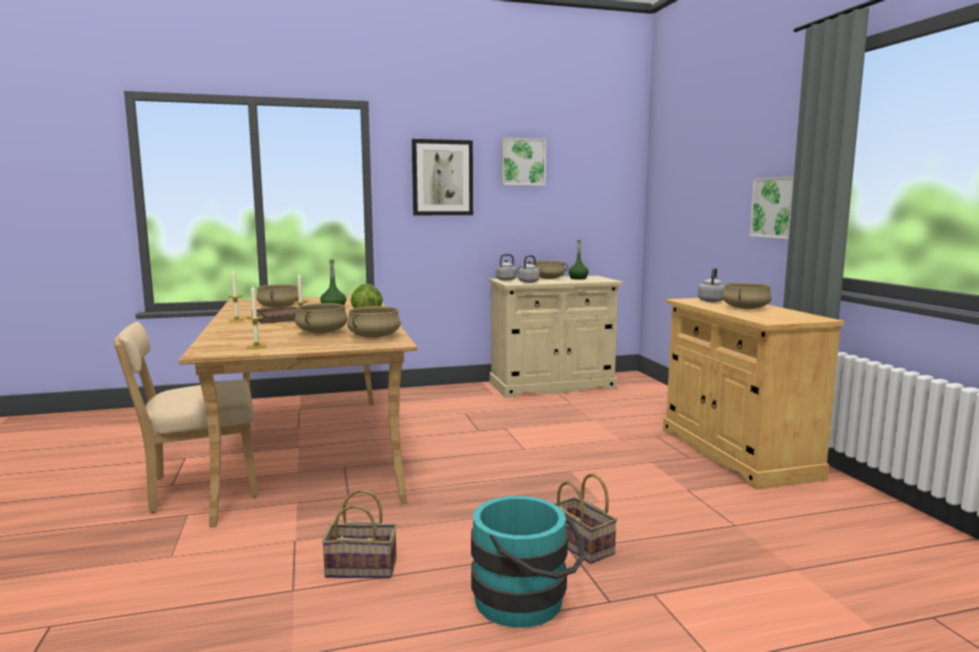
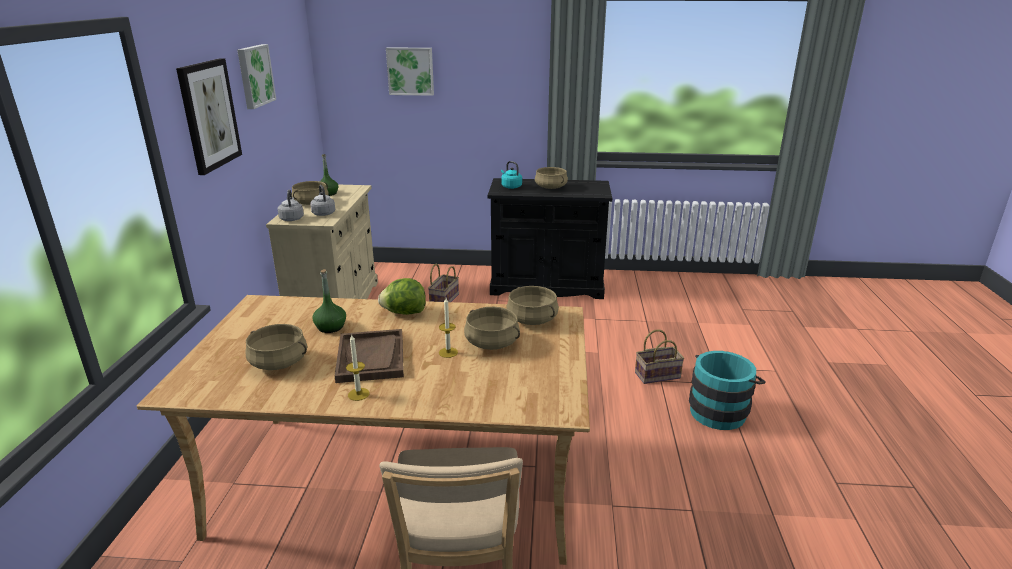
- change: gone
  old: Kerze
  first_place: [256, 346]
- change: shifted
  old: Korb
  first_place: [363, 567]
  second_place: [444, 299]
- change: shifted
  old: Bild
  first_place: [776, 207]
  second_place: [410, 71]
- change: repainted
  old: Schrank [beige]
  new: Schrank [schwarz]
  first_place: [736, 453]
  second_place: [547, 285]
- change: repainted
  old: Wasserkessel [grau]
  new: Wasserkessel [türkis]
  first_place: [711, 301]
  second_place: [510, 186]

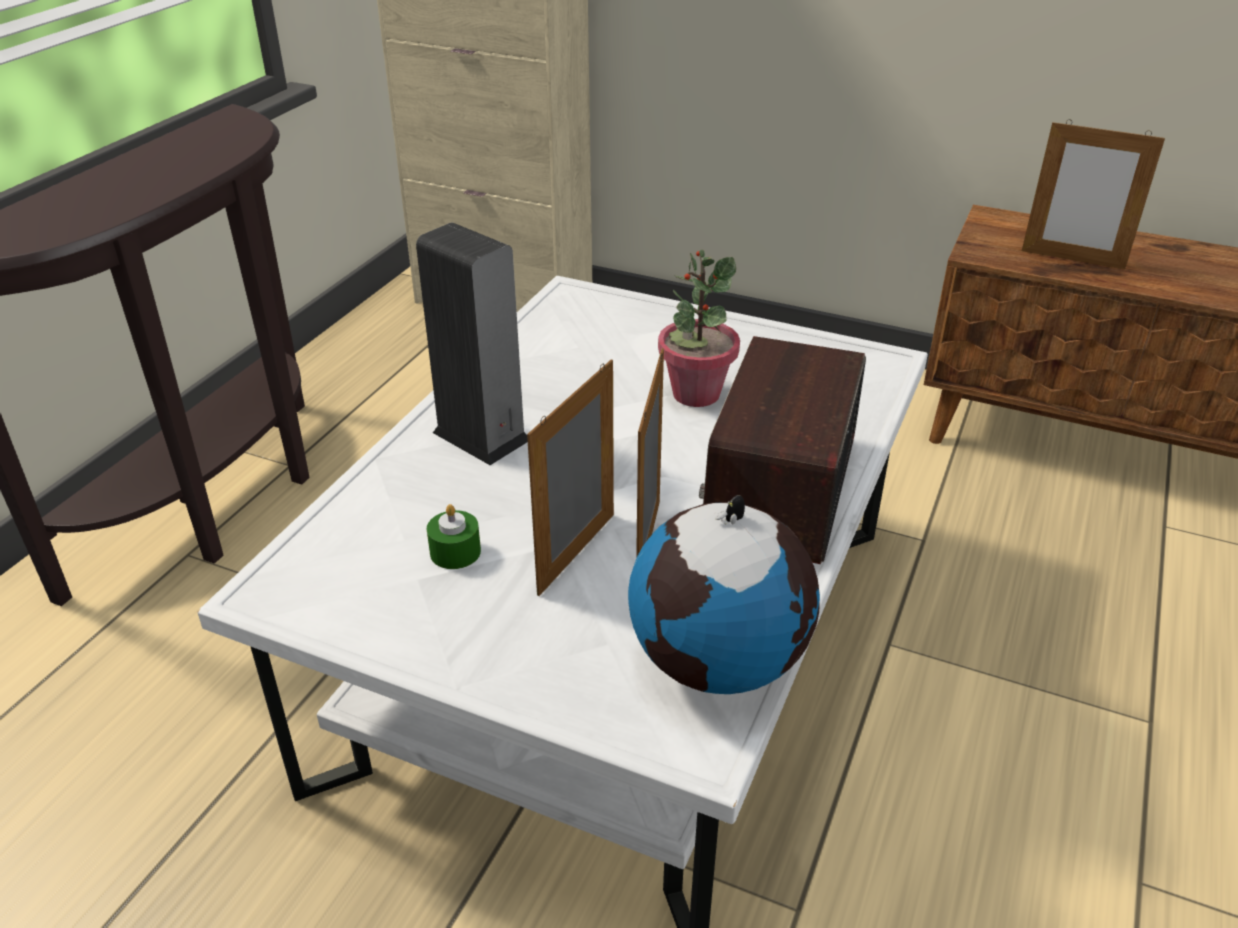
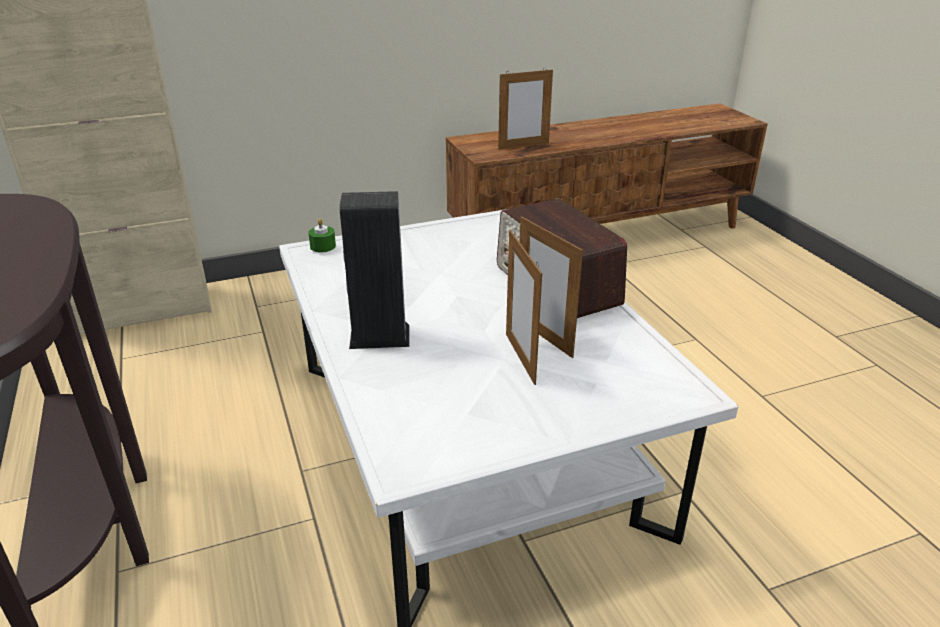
- change: gone
  old: Globus
  first_place: [720, 662]
- change: gone
  old: Topfpflanze
  first_place: [695, 393]
- change: shifted
  old: Kerze [grün]
  first_place: [455, 552]
  second_place: [323, 246]

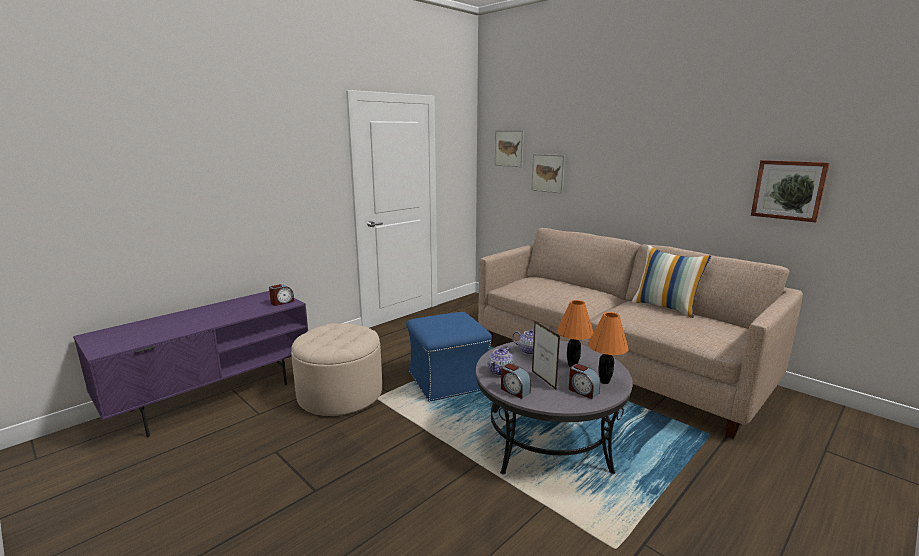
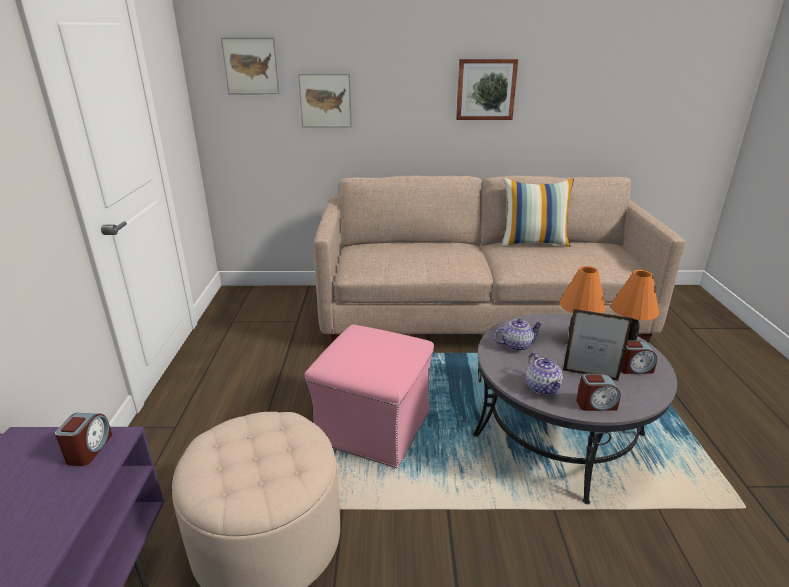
- change: shifted
  old: Bild
  first_place: [788, 190]
  second_place: [485, 89]
- change: repainted
  old: Polsterhocker [blau]
  new: Polsterhocker [rosa]
  first_place: [447, 381]
  second_place: [373, 427]

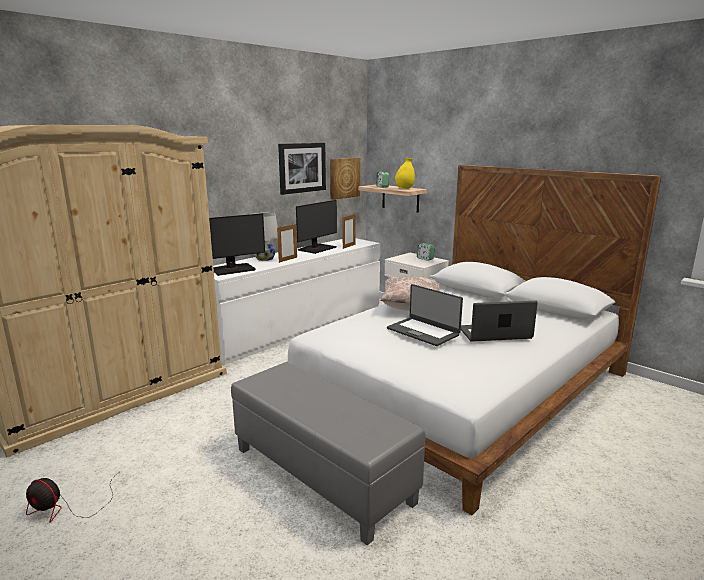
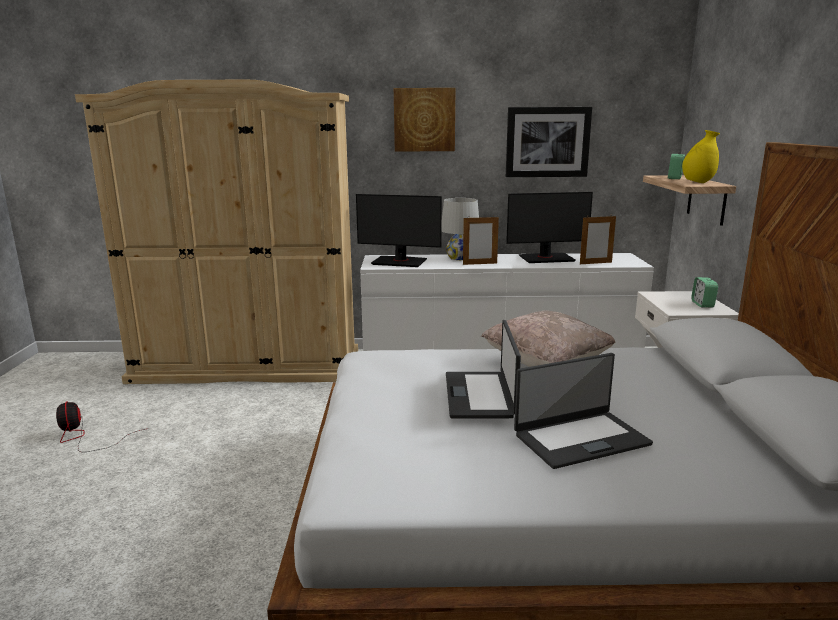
- change: gone
  old: Polsterhocker [grau]
  first_place: [322, 474]
- change: shifted
  old: Bild
  first_place: [344, 178]
  second_place: [424, 120]
- change: rotated
  old: Laptop
  first_place: [495, 334]
  second_place: [580, 439]
  degrees: 120

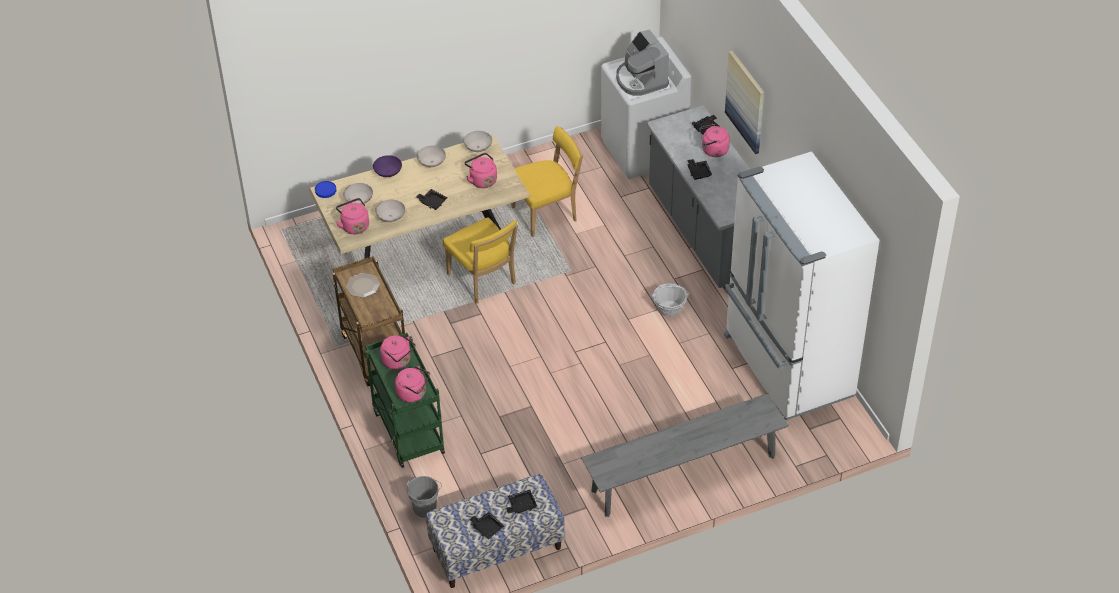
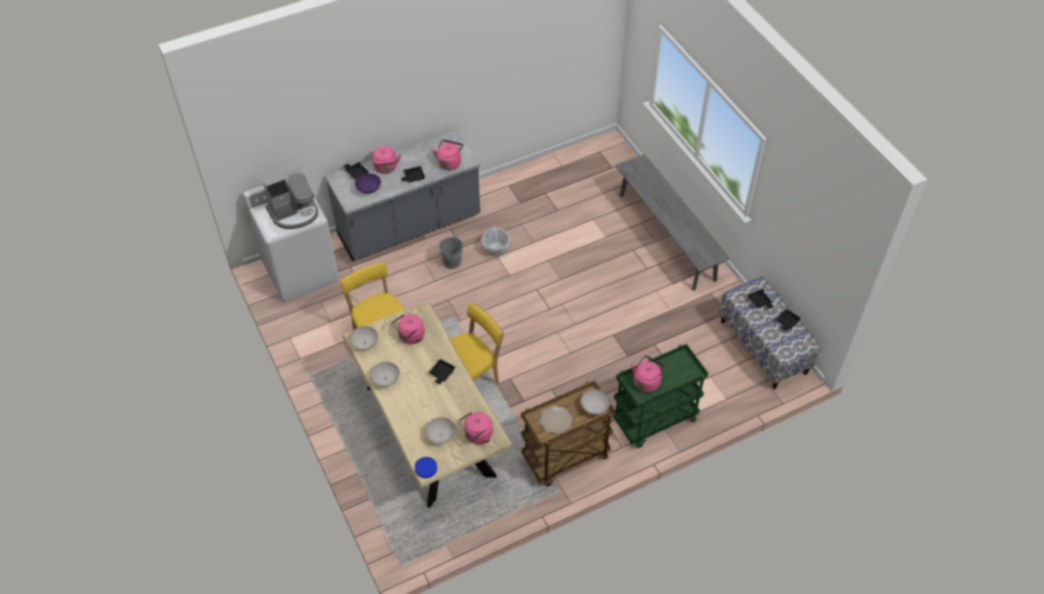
- change: gone
  old: Kühlschrank [weiß]
  first_place: [786, 367]
- change: gone
  old: Bild
  first_place: [746, 101]
- change: shifted
  old: Schüssel [lila]
  first_place: [387, 173]
  second_place: [369, 189]
- change: shifted
  old: Schüssel [weiß]
  first_place: [391, 218]
  second_place: [595, 407]
- change: shifted
  old: Wasserkessel [rosa]
  first_place: [413, 394]
  second_place: [449, 162]
- change: shifted
  old: Eimer [grau]
  first_place: [426, 506]
  second_place: [450, 262]

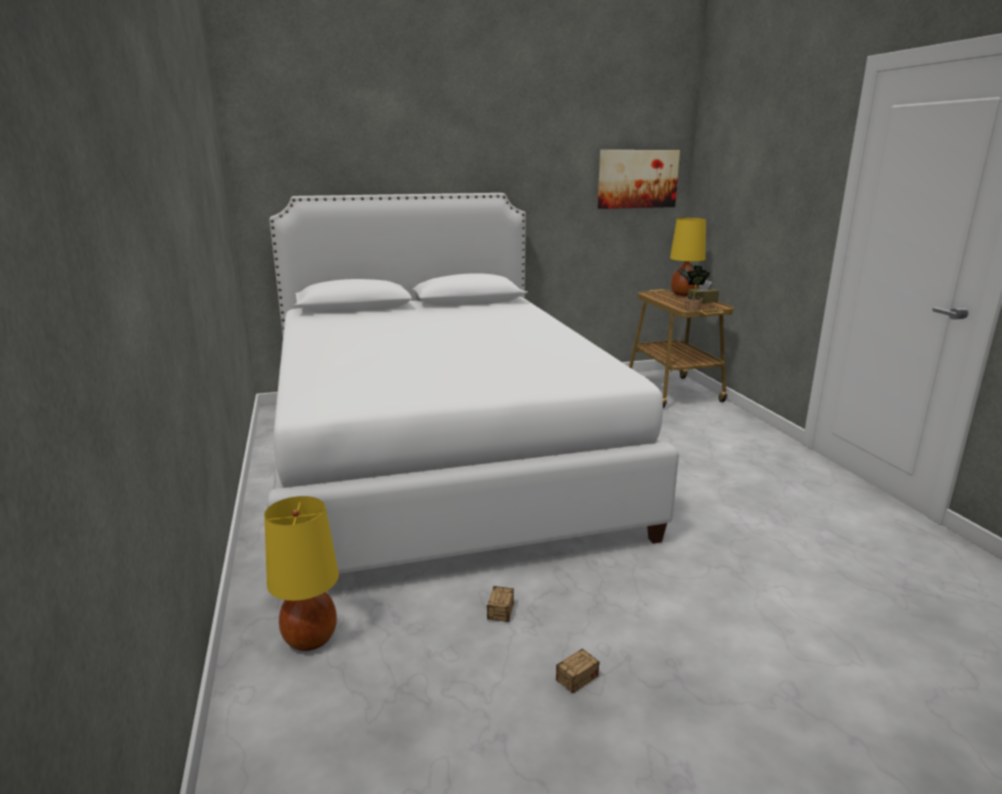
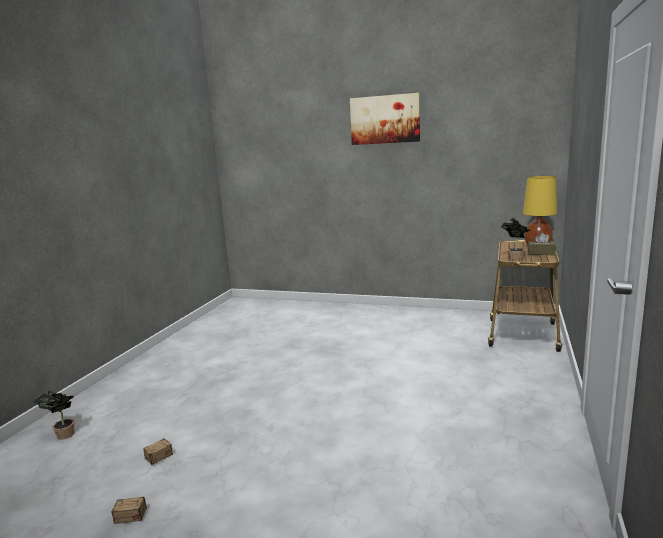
- change: gone
  old: Bett [weiß]
  first_place: [439, 459]
- change: shifted
  old: Bild
  first_place: [637, 179]
  second_place: [385, 119]
- change: swapped
  old: Tischlampe [gelb]
  new: Topfpflanze
  first_place: [309, 639]
  second_place: [63, 435]

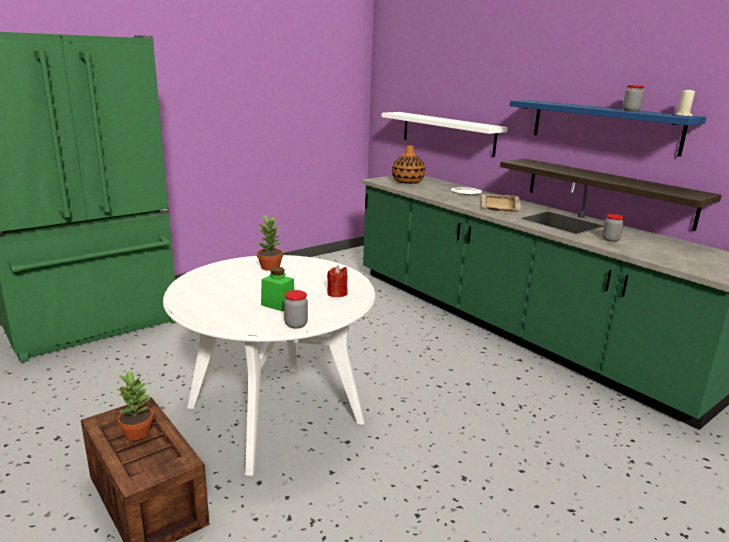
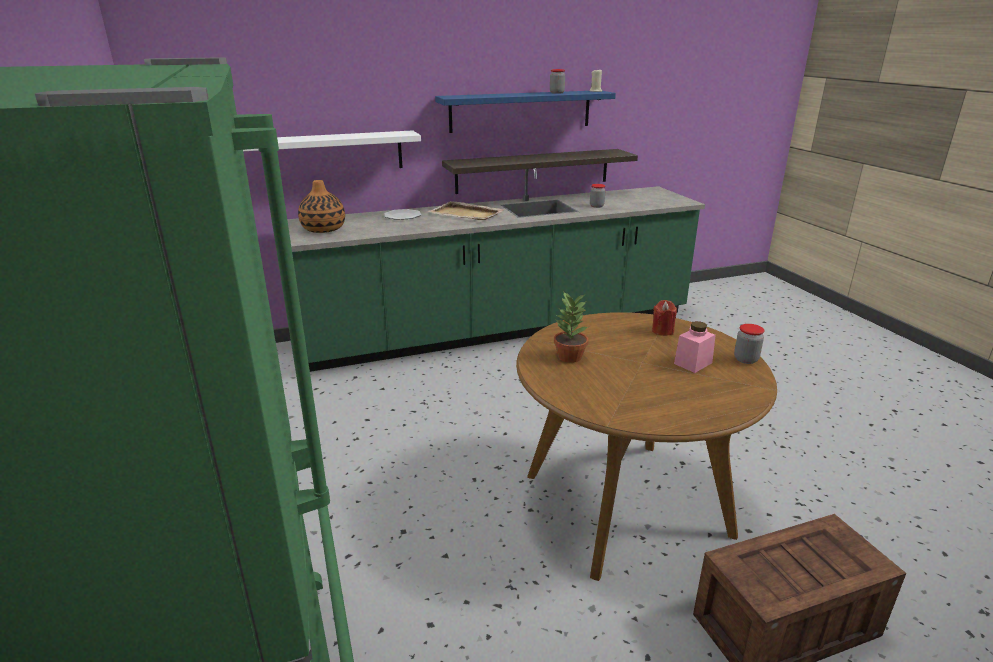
- change: gone
  old: Topfpflanze
  first_place: [137, 432]
- change: repainted
  old: Esstisch [weiß]
  new: Esstisch [braun]
  first_place: [275, 414]
  second_place: [626, 504]
- change: repainted
  old: Vorratsglas [grün]
  new: Vorratsglas [rosa]
  first_place: [278, 304]
  second_place: [693, 363]

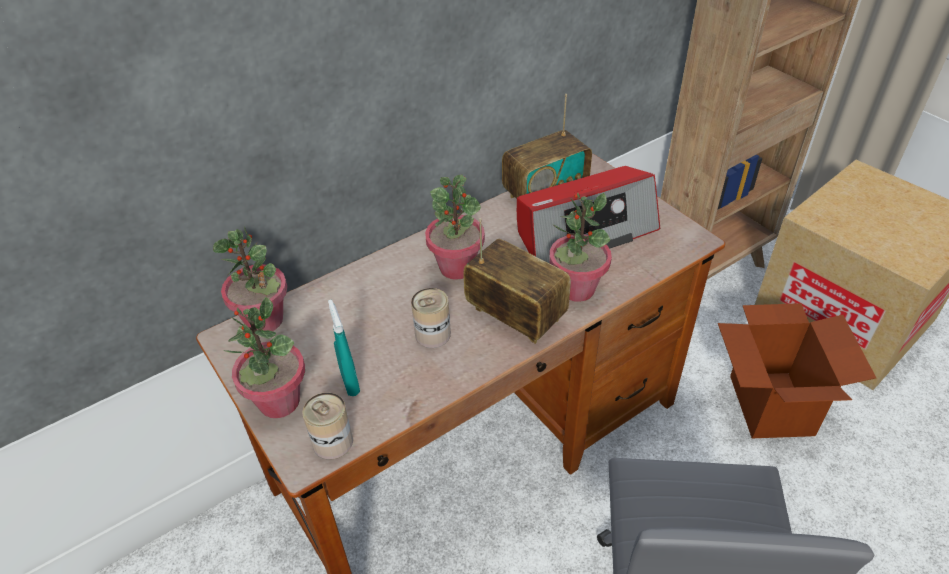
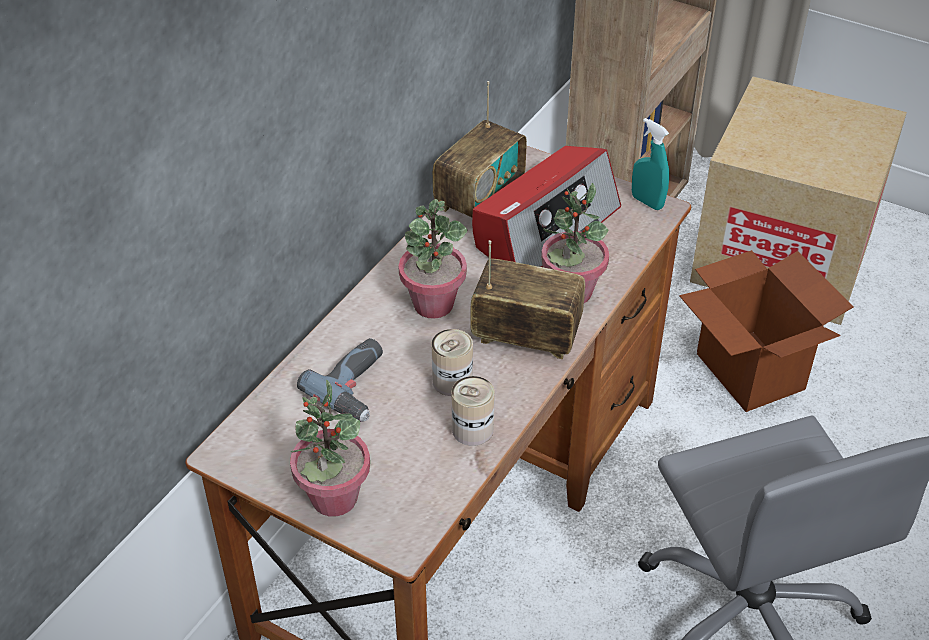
- change: gone
  old: Topfpflanze
  first_place: [265, 320]
- change: new
  new: Bohrmaschine
  second_place: [358, 387]
- change: shifted
  old: Dose
  first_place: [332, 442]
  second_place: [472, 429]
- change: shifted
  old: Sprühflasche [türkis]
  first_place: [350, 383]
  second_place: [647, 202]

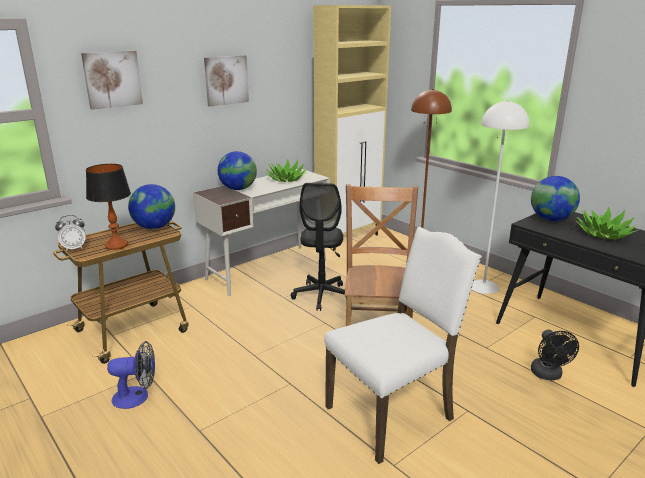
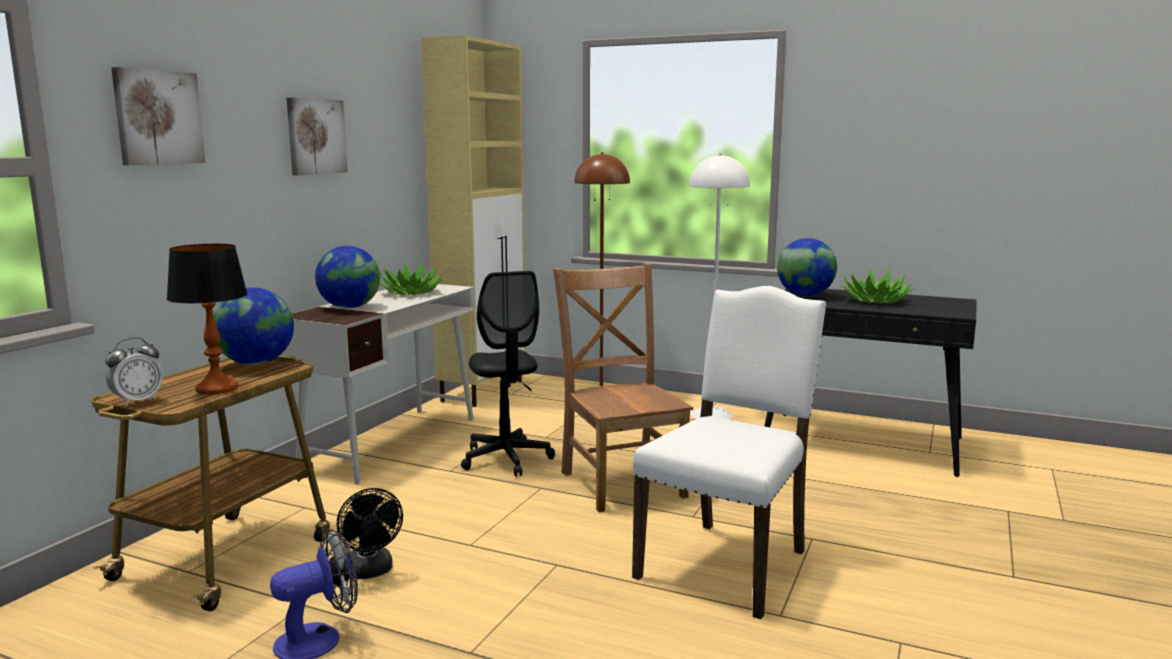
- change: shifted
  old: Ventilator [schwarz]
  first_place: [548, 375]
  second_place: [370, 572]

